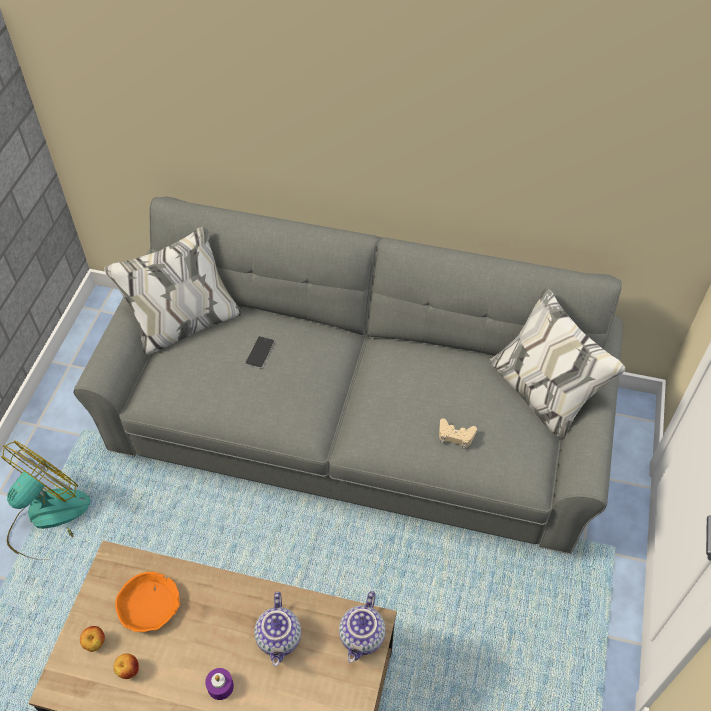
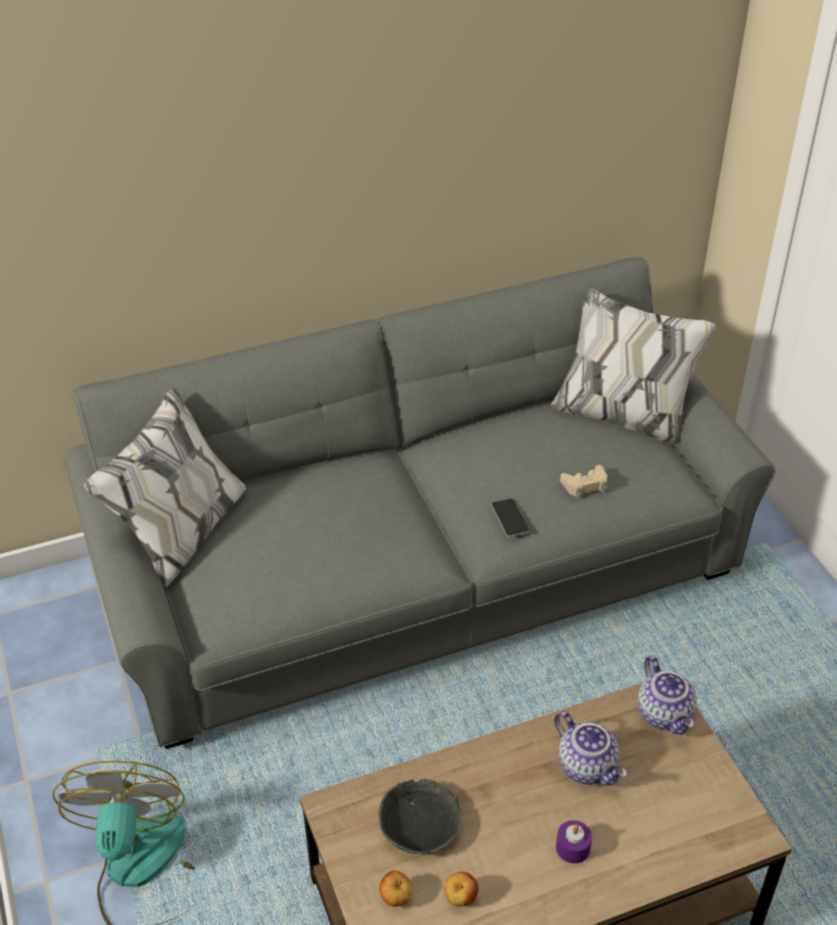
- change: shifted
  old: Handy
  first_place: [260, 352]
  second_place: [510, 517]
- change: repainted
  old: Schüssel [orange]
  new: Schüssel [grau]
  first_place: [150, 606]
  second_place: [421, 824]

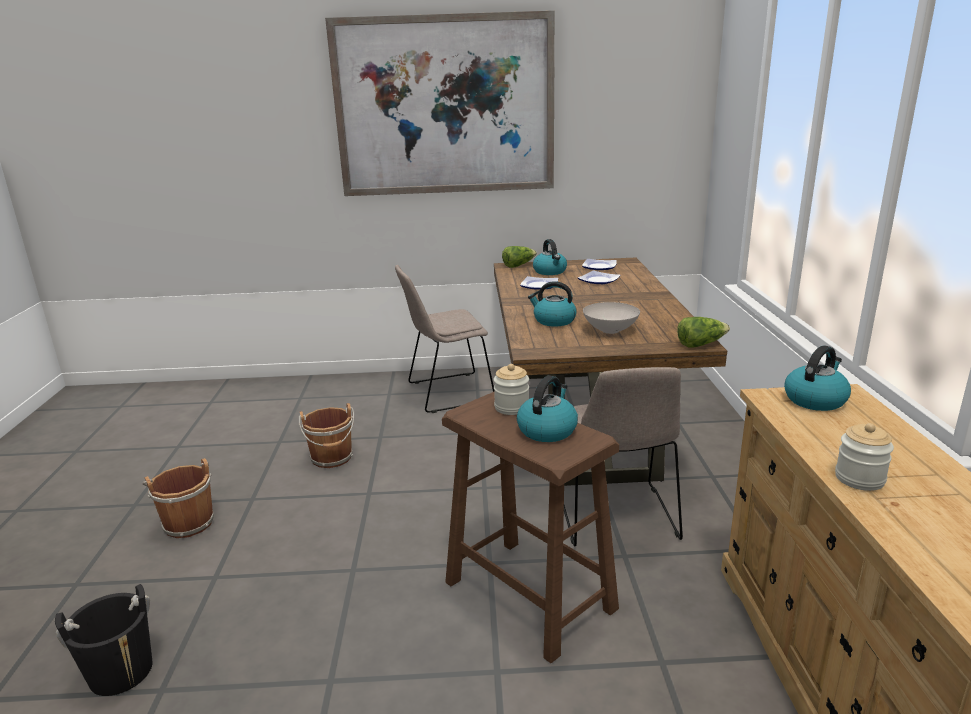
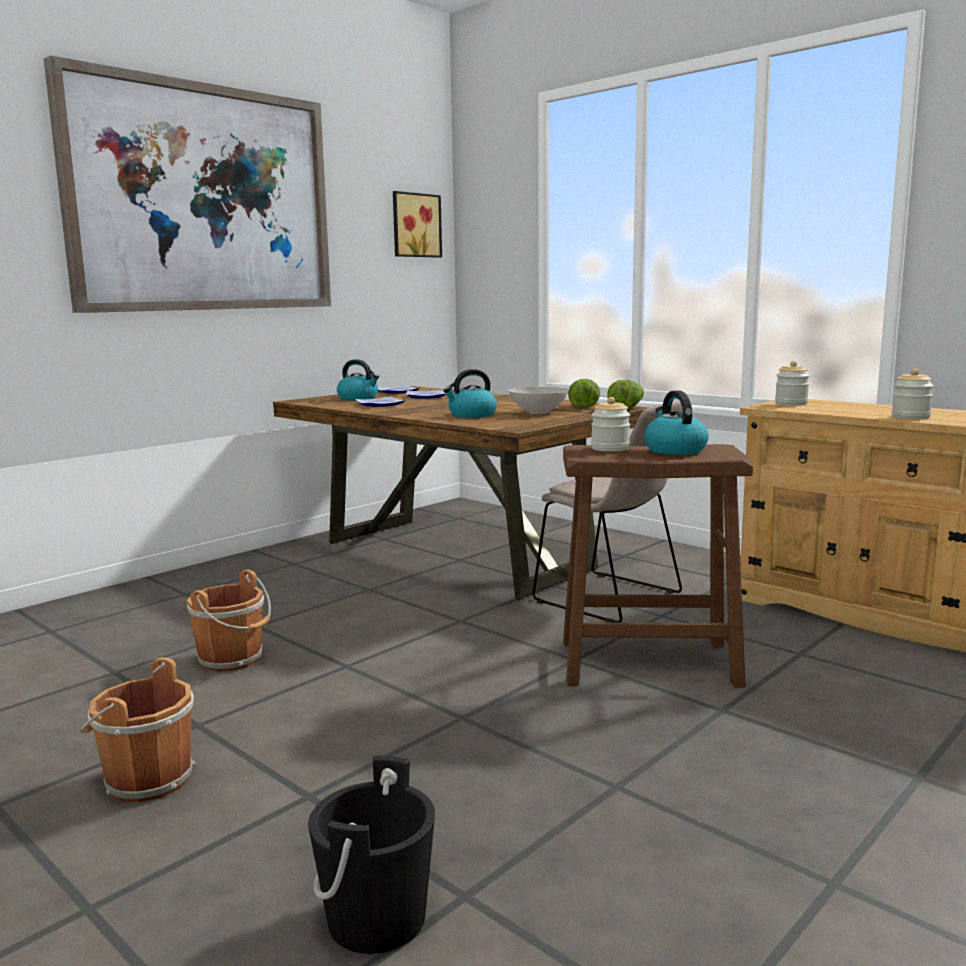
- change: gone
  old: Stuhl [beige]
  first_place: [447, 393]
- change: new
  new: Bild
  second_place: [415, 225]
- change: shifted
  old: Salatkopf
  first_place: [518, 265]
  second_place: [584, 406]
- change: swapped
  old: Wasserkessel
  new: Vorratsglas
  first_place: [815, 399]
  second_place: [791, 403]

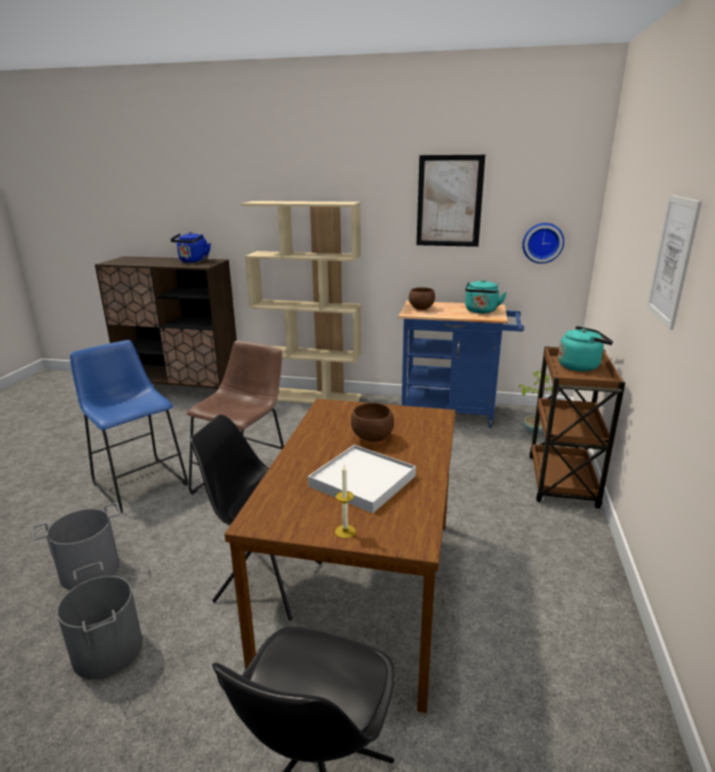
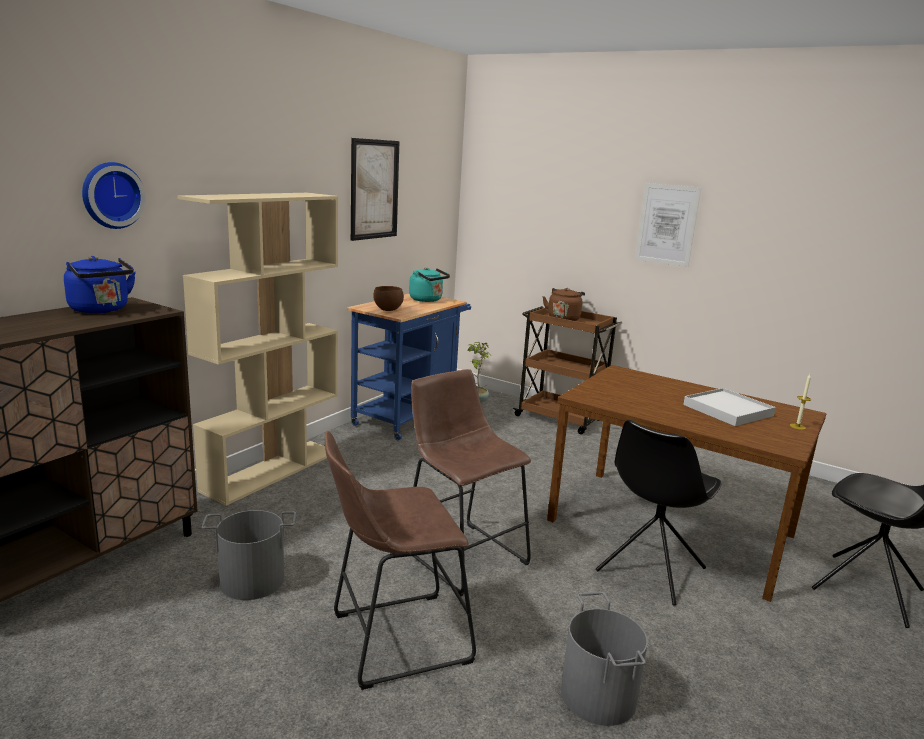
- change: gone
  old: Schüssel [braun]
  first_place: [373, 438]
- change: shifted
  old: Eimer [grau]
  first_place: [106, 651]
  second_place: [252, 581]
- change: shifted
  old: Wanduhr
  first_place: [542, 242]
  second_place: [111, 195]
- change: repainted
  old: Hocker [blau]
  new: Hocker [braun]
  first_place: [138, 481]
  second_place: [392, 639]
- change: repainted
  old: Wasserkessel [türkis]
  new: Wasserkessel [braun]
  first_place: [580, 366]
  second_place: [563, 318]

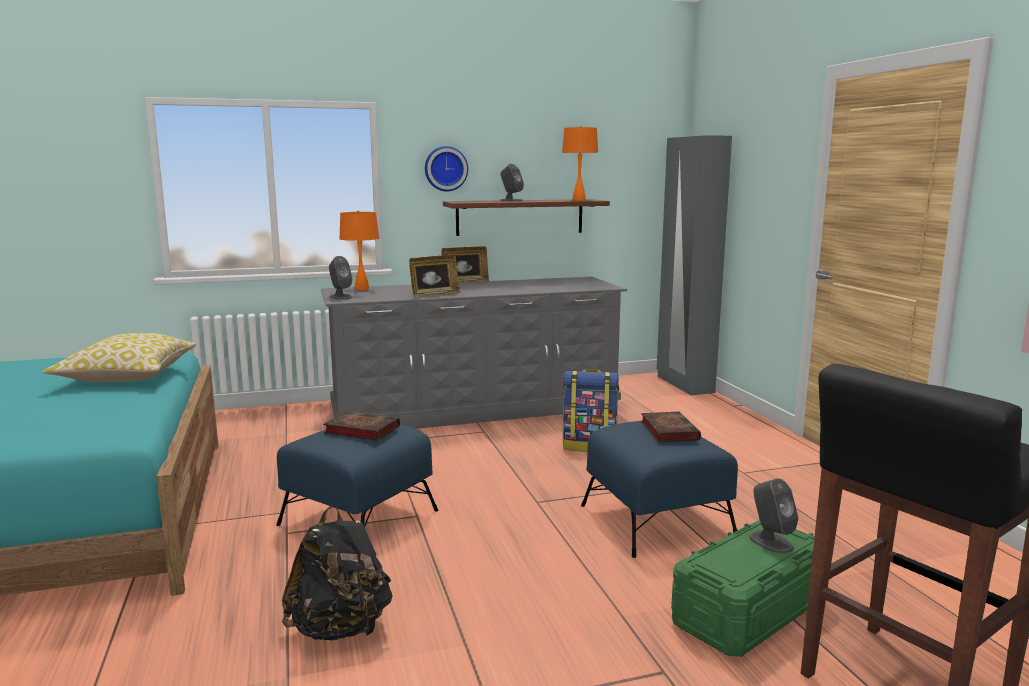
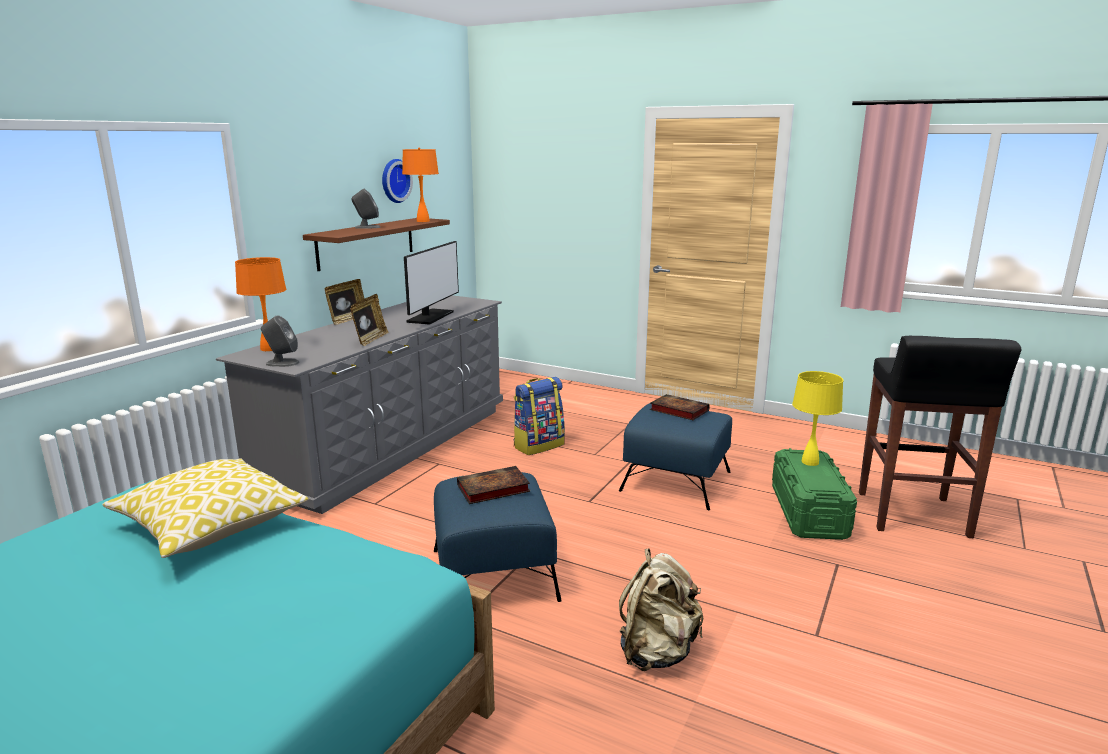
- change: gone
  old: Kleiderschrank [grau]
  first_place: [684, 384]
- change: new
  new: Monitor
  second_place: [430, 317]
- change: shifted
  old: Wanduhr
  first_place: [445, 168]
  second_place: [394, 181]
- change: swapped
  old: Lautsprecher [grau]
  new: Tischlampe [gelb]
  first_place: [770, 542]
  second_place: [809, 462]
- change: repainted
  old: Rucksack [schwarz]
  new: Rucksack [beige]
  first_place: [341, 629]
  second_place: [657, 652]

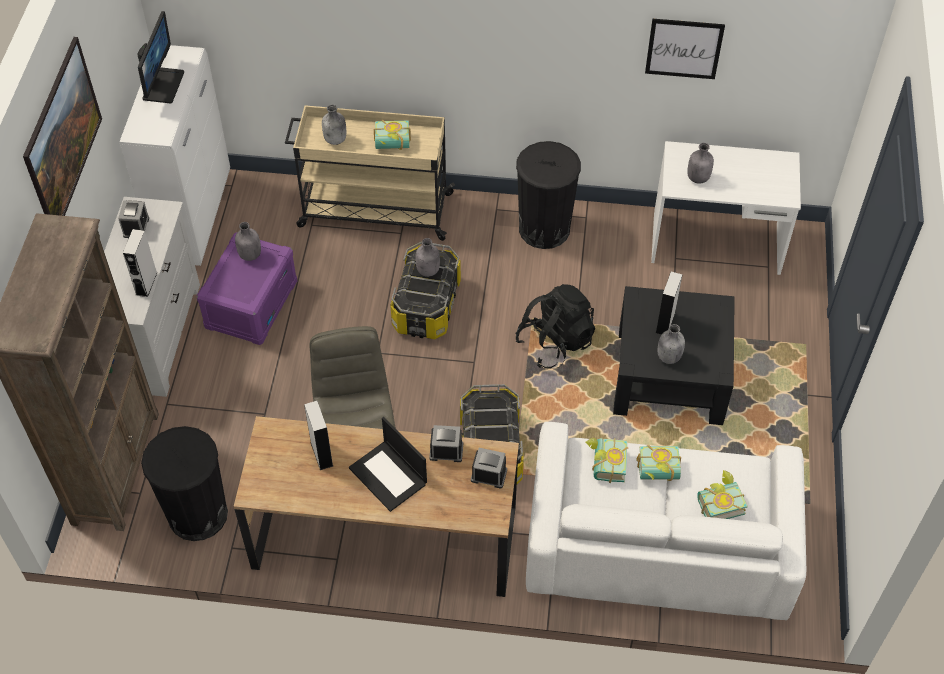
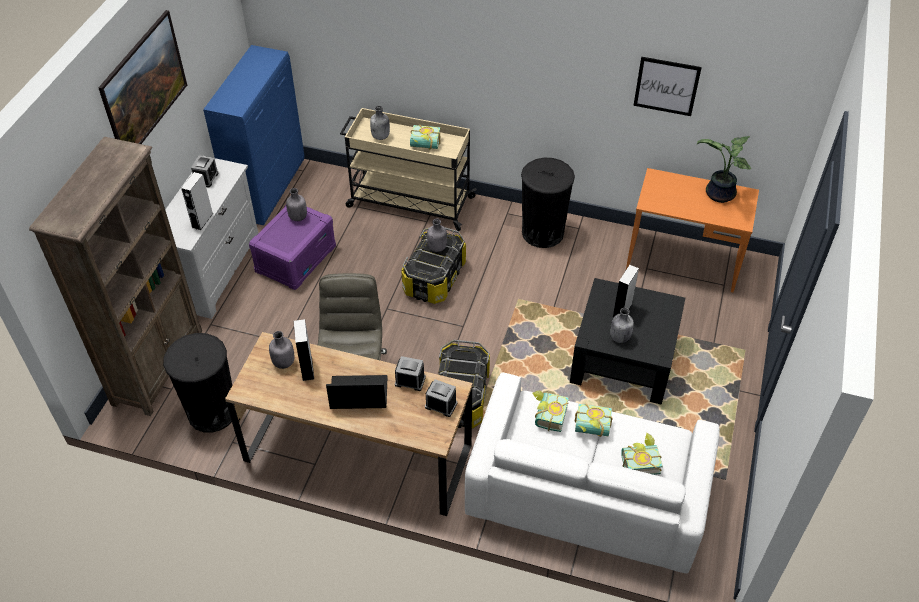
- change: gone
  old: Monitor
  first_place: [162, 85]
- change: gone
  old: Rucksack [schwarz]
  first_place: [555, 342]
- change: new
  new: Topfpflanze
  second_place: [718, 195]
- change: shifted
  old: Flasche [grau]
  first_place: [698, 177]
  second_place: [284, 362]
- change: repainted
  old: Schrank [weiß]
  new: Schrank [blau]
  first_place: [194, 215]
  second_place: [268, 189]
- change: repainted
  old: Schreibtisch [weiß]
  new: Schreibtisch [orange]
  first_place: [716, 244]
  second_place: [683, 262]
- change: rotated
  old: Laptop
  first_place: [389, 476]
  second_place: [358, 393]
  degrees: 120

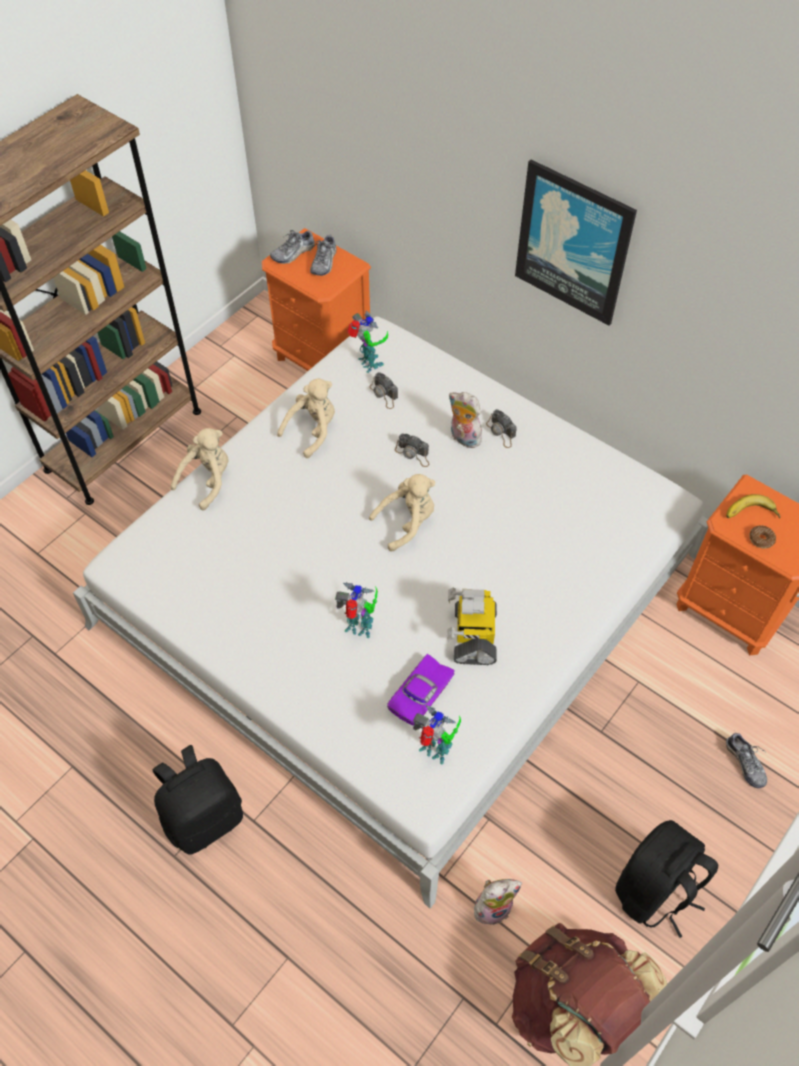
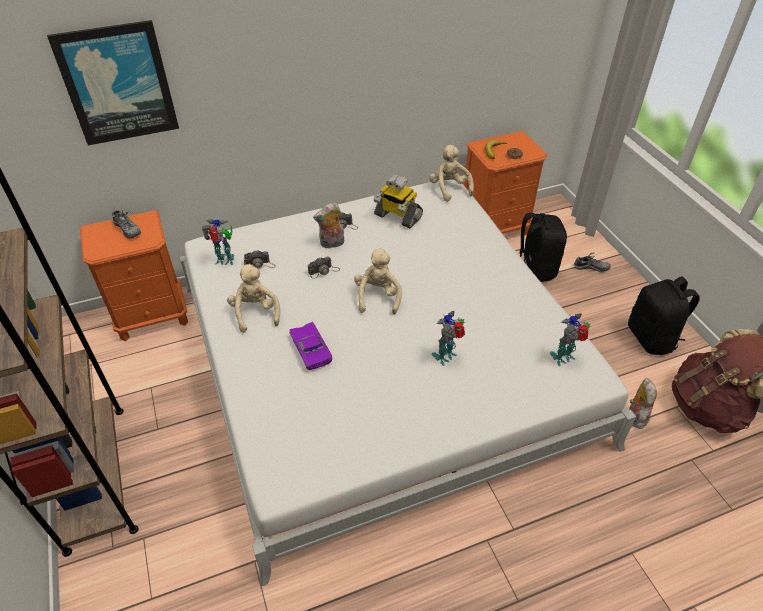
- change: gone
  old: Schuh
  first_place: [293, 253]
- change: shifted
  old: Rucksack [schwarz]
  first_place: [204, 817]
  second_place: [534, 268]
- change: shifted
  old: Plüschtier [beige]
  first_place: [207, 480]
  second_place: [449, 188]
- change: shifted
  old: Spielzeugauto [lila]
  first_place: [422, 695]
  second_place: [312, 349]
- change: shifted
  old: Spielzeugroboter
  first_place: [473, 635]
  second_place: [397, 216]
- change: shifted
  old: Bild
  first_place: [573, 243]
  second_place: [118, 84]

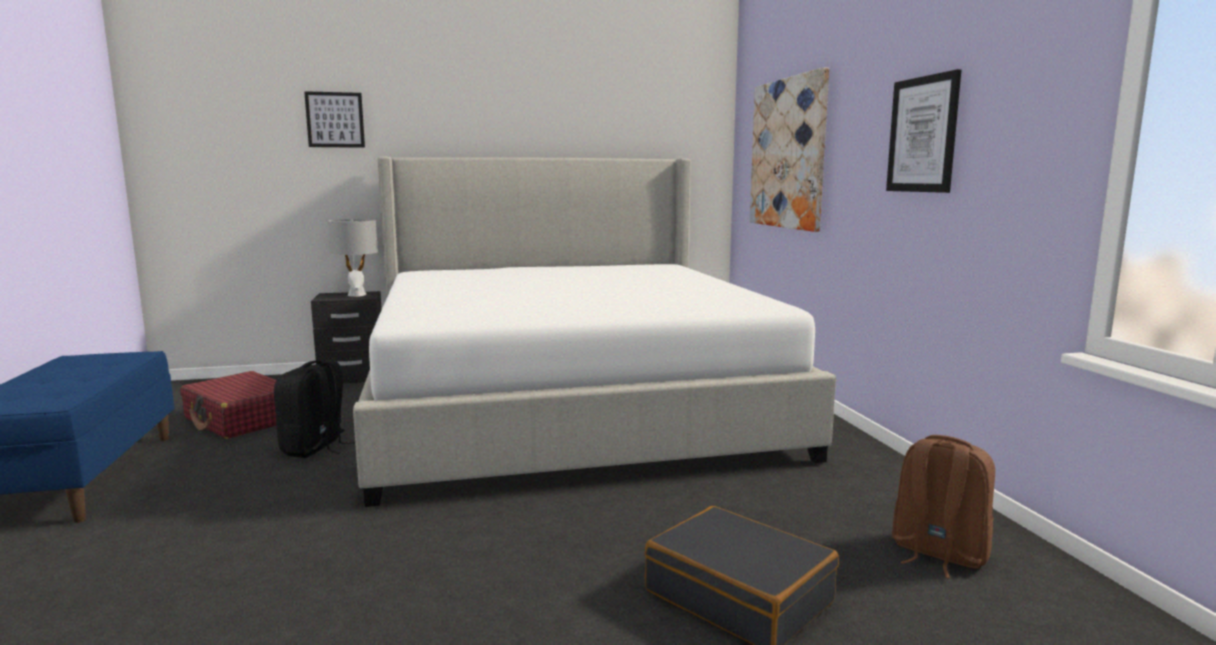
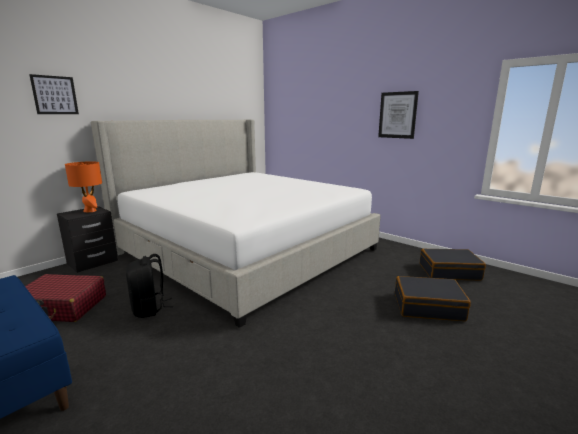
- change: gone
  old: Bild
  first_place: [787, 153]
- change: swapped
  old: Rucksack [braun]
  new: Koffer [schwarz]
  first_place: [937, 553]
  second_place: [449, 271]
- change: repainted
  old: Tischlampe [grau]
  new: Tischlampe [orange]
  first_place: [357, 295]
  second_place: [90, 211]

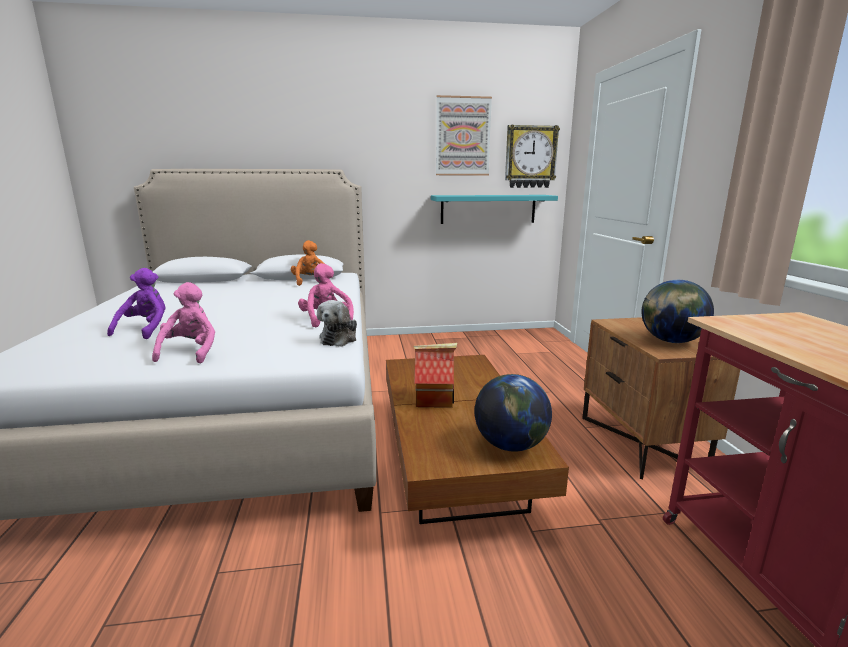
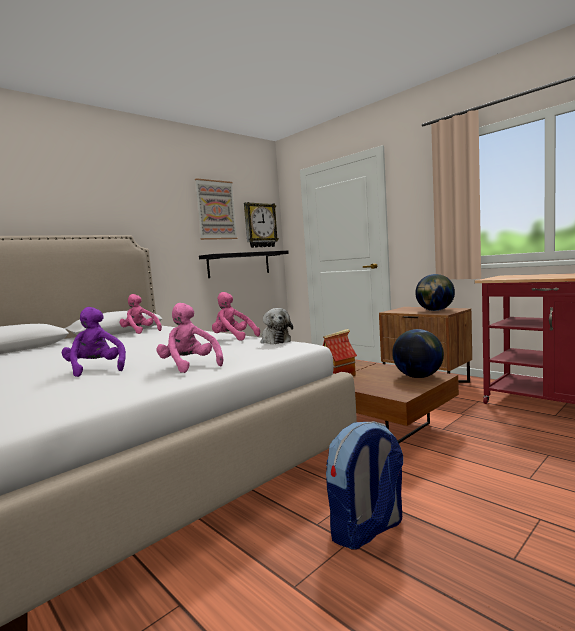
- change: new
  new: Rucksack
  second_place: [367, 530]
- change: repainted
  old: Plüschtier [orange]
  new: Plüschtier [rosa]
  first_place: [310, 282]
  second_place: [140, 332]
- change: repainted
  old: Wandregal [türkis]
  new: Wandregal [schwarz]
  first_place: [488, 209]
  second_place: [239, 264]

